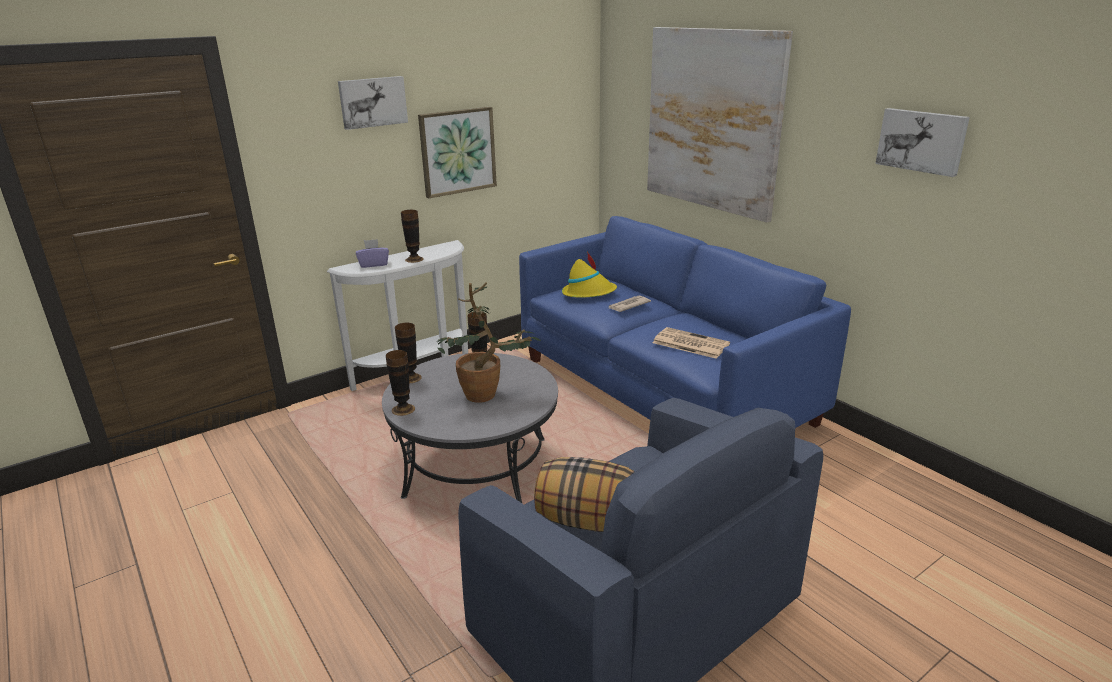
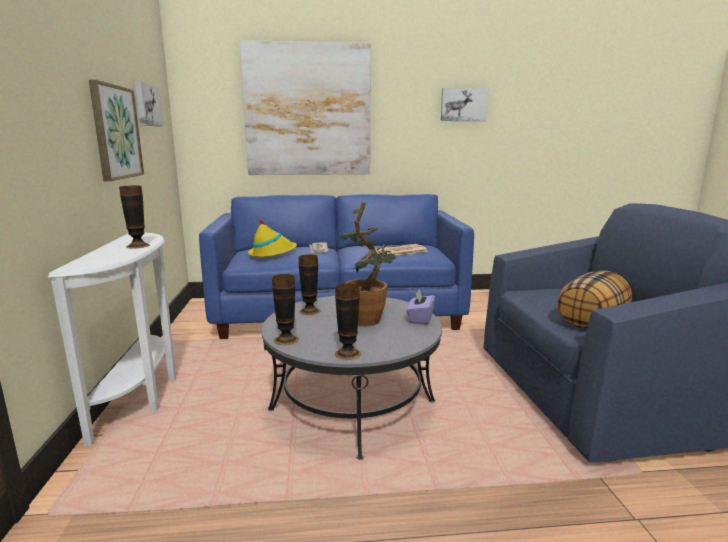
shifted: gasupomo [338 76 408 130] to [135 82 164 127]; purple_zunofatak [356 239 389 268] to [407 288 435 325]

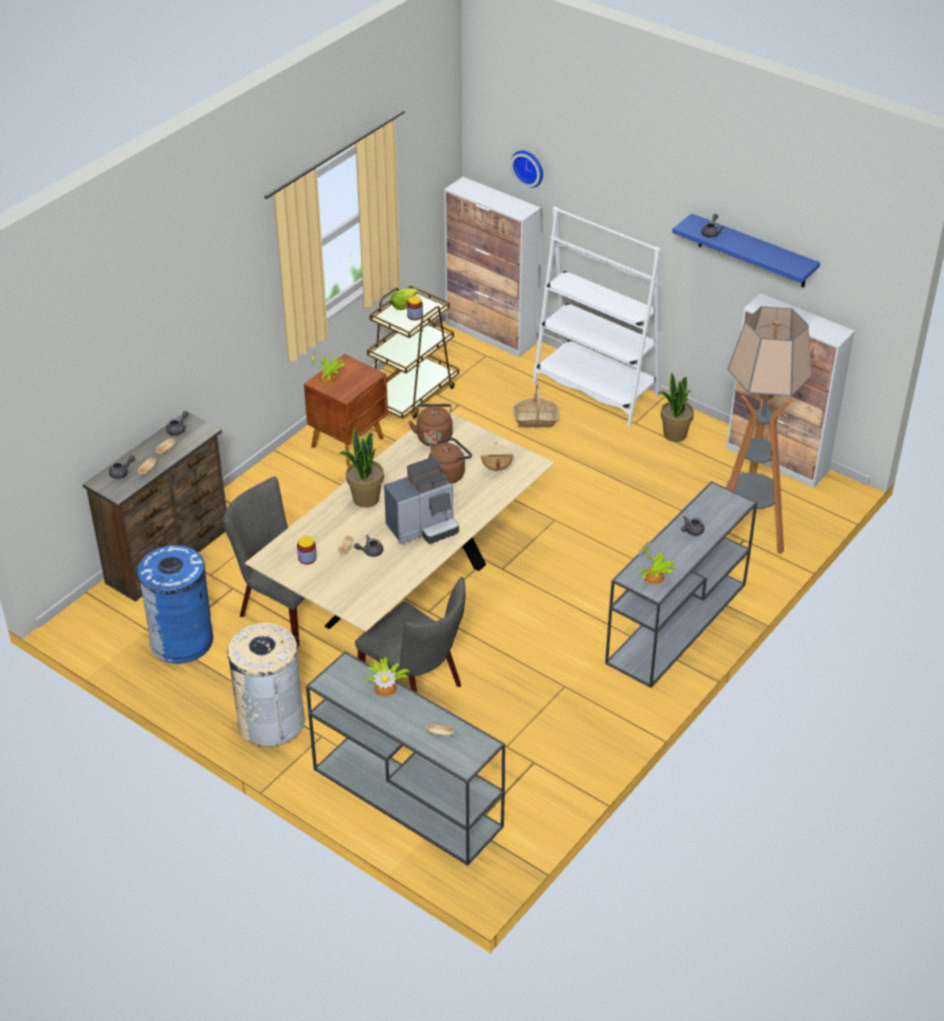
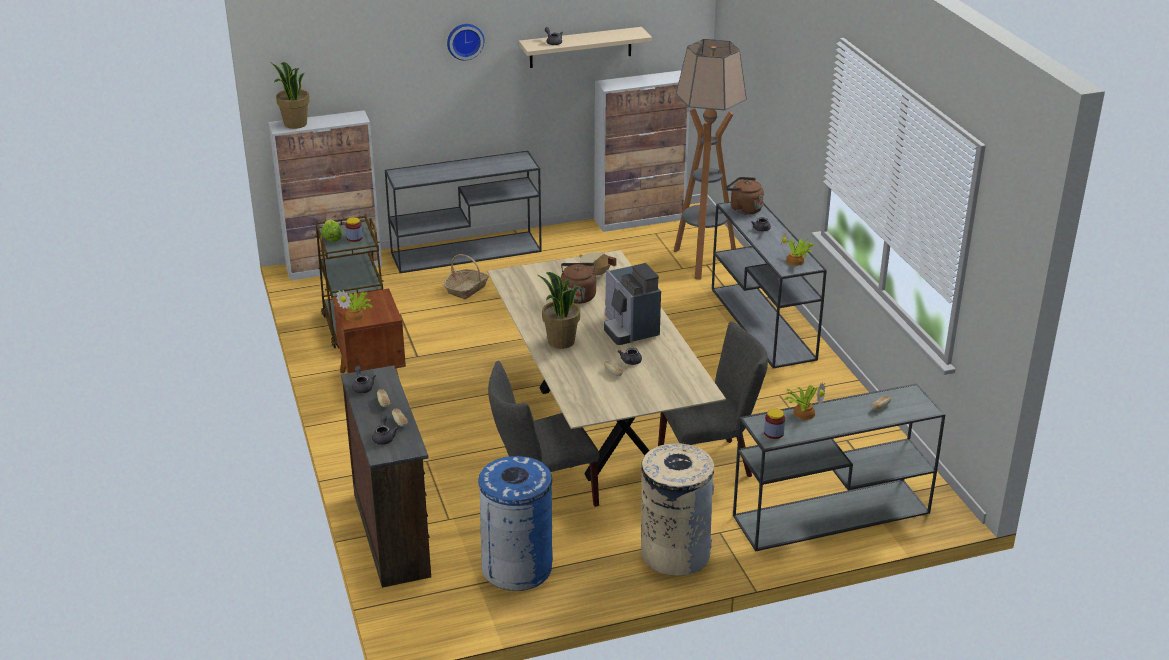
shifted: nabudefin [657 372 694 442] to [270 62 310 129]; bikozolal [510 150 543 188] to [447 24 484 60]; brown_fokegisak [408 404 452 447] to [726 177 764 215]; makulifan [297 536 317 564] to [764 408 785 439]
swapped: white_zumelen [533 206 661 426] to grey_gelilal [385 151 542 273]
repainted: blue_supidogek [672 213 820 287] to beige_supidogek [519 27 652 68]
rotated: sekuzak [384 457 459 544] = [604 263 661 345] 150 degrees clockwise

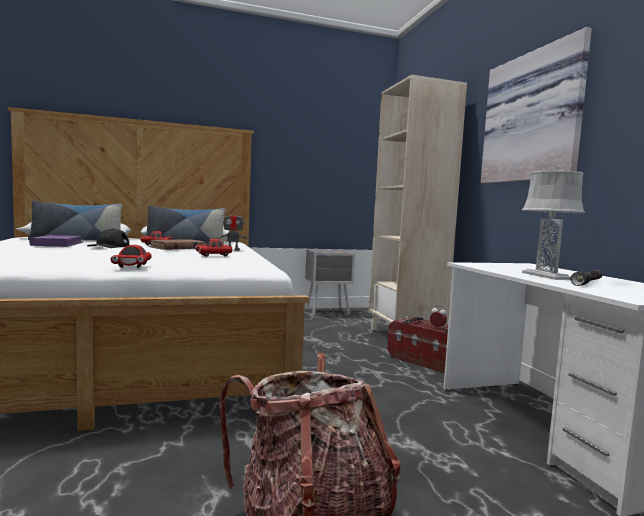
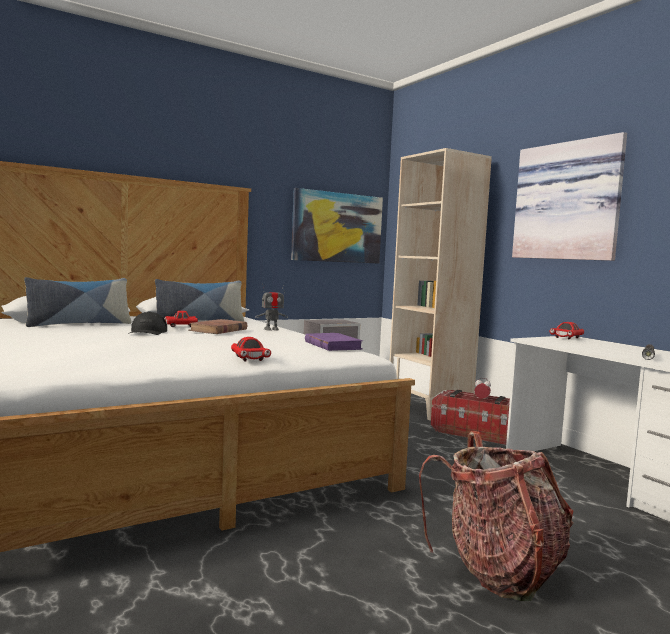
gone: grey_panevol [522 165 585 280]
new: gasupomo [291 188 383 264]
shifted: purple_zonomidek [29 235 83 247] to [305 333 363 351]; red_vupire [195 239 232 256] to [549 322 584 340]

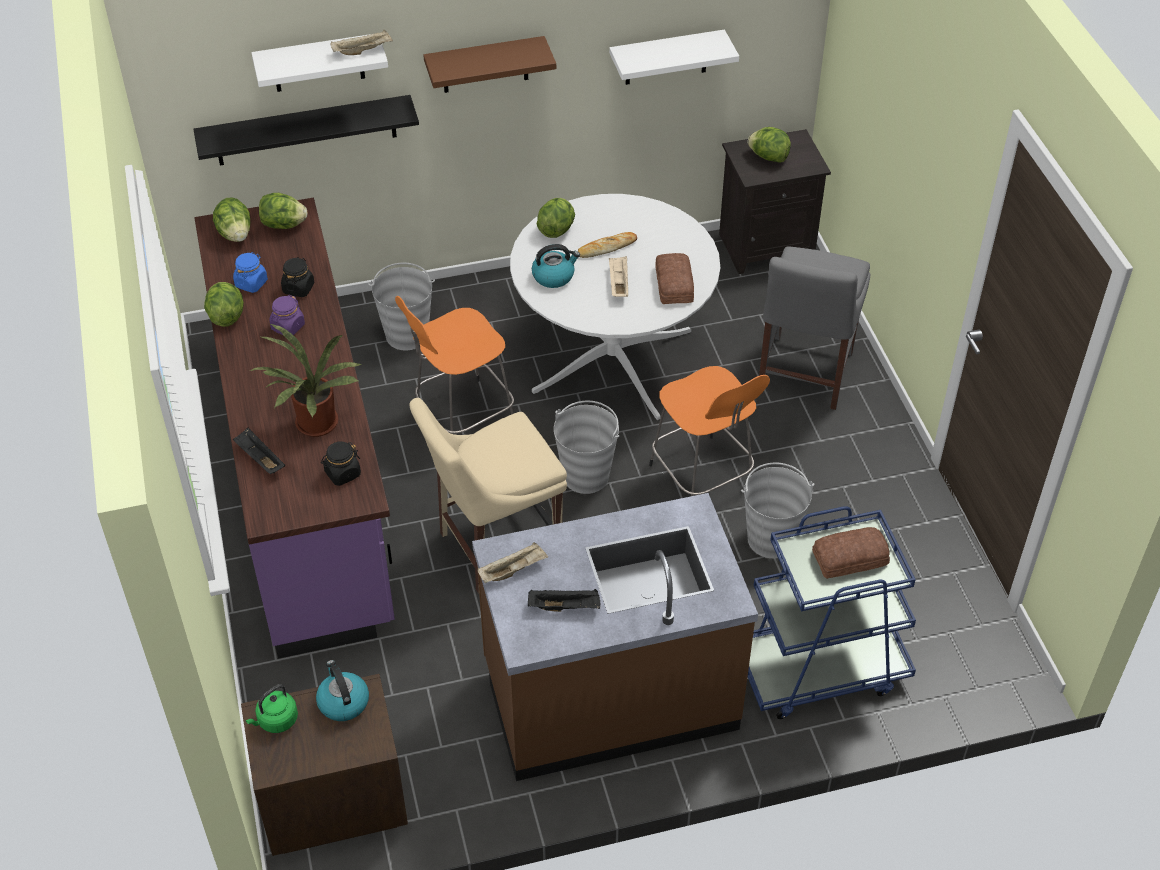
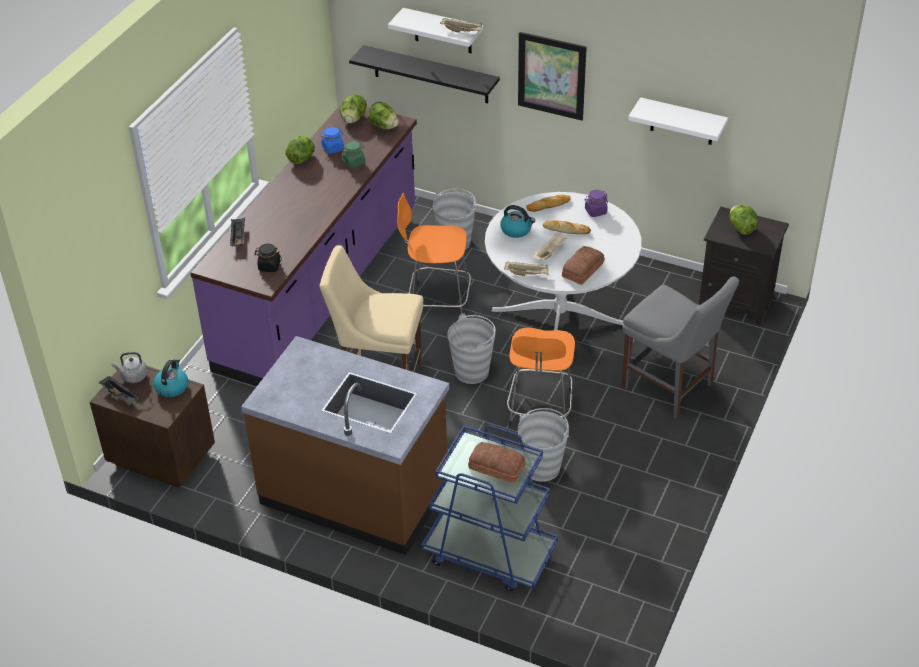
gone: nabudefin [250 324 361 437]
shifted: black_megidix [528 589 600 612] to [99 376 139 405]; beige_megidix [478 542 548 583] to [504 261 549 276]; purple_makulifan [270 295 305 336] to [584 190 608 217]
swapped: brown_supidogek [423 36 556 93] to gasupomo [518 32 587 121]; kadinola [537 198 575 238] to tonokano [526 195 570 212]
repainted: green_fokegisak [246 684 298 733] to grey_fokegisak [111 352 147 383]; black_makulifan [281 257 315 297] to green_makulifan [342 141 365 168]
rotated: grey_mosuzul [759 246 870 410] = [622 276 739 419] 105 degrees counterclockwise

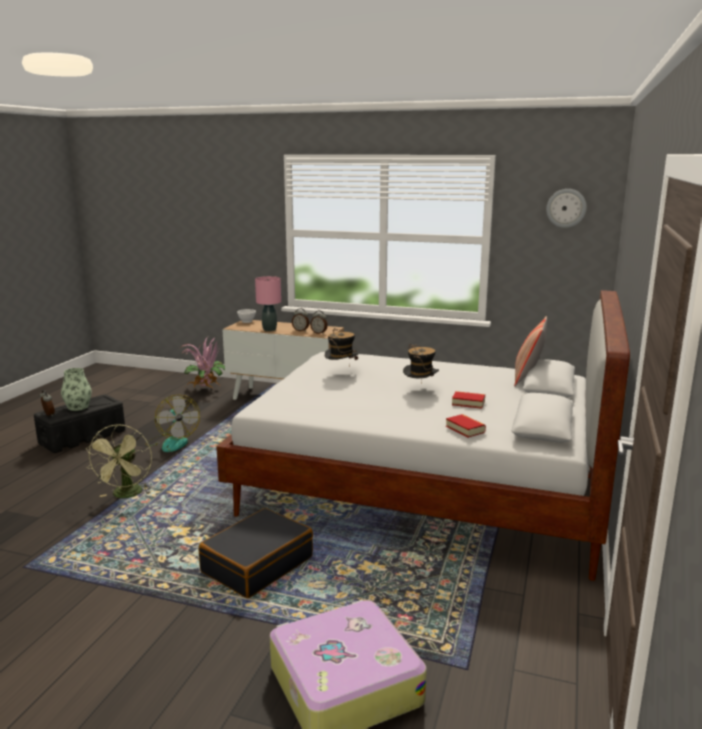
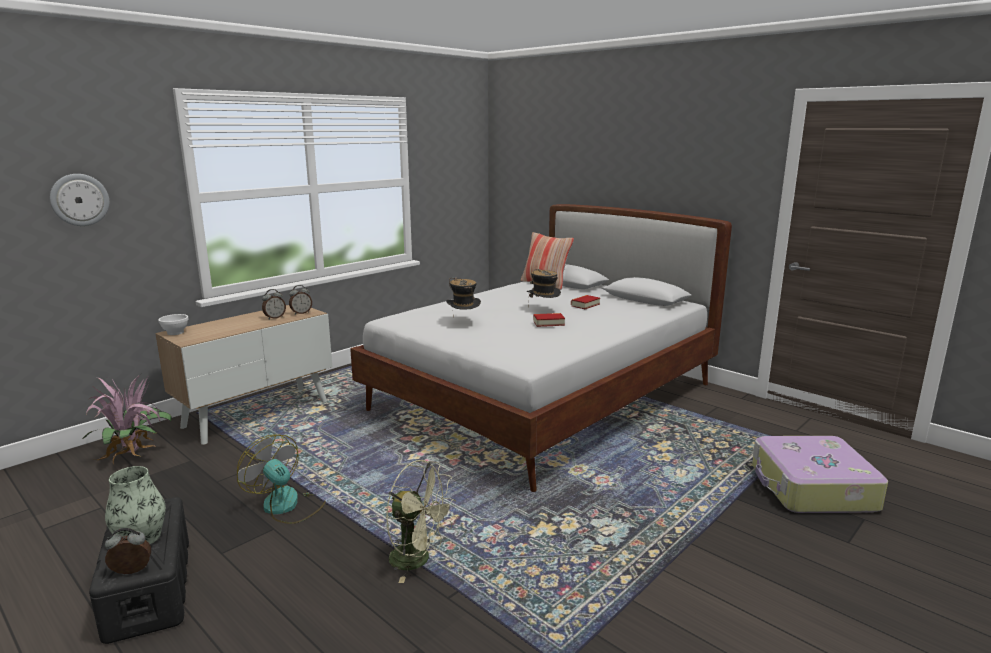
gone: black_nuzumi [199 508 313 598]; pink_panevol [255 276 281 331]
shifted: bikozolal [546 189 587 228] to [50 174 109 226]; zonomidek [446 414 486 438] to [533 313 565 327]
rotated: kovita [145 395 200 452] = [237 434 326 524] 135 degrees counterclockwise

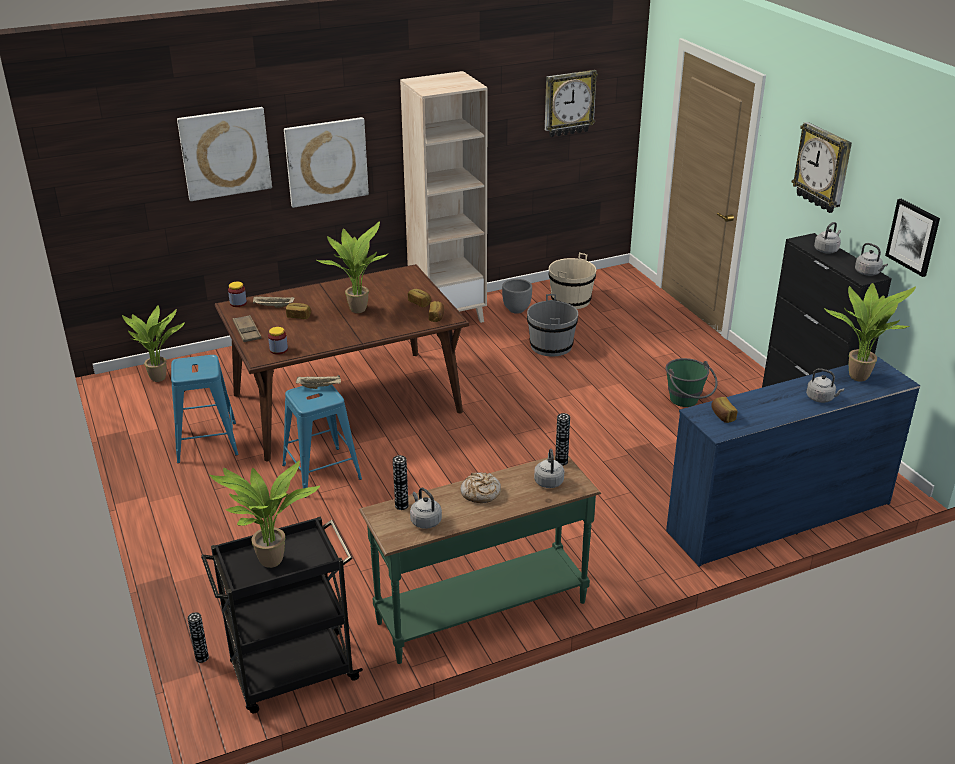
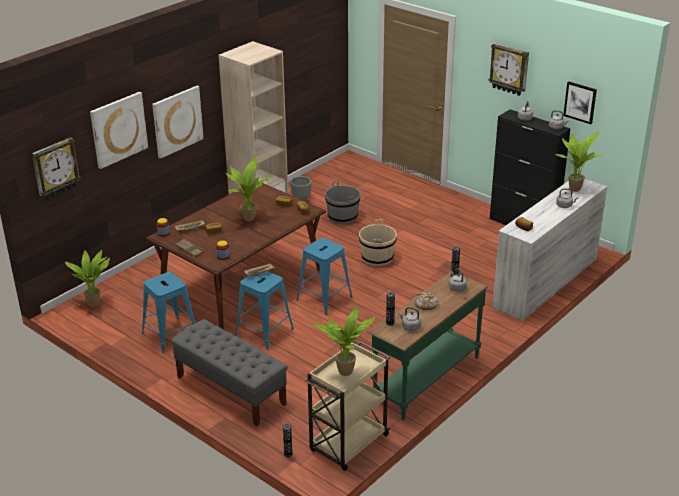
gone: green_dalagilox [665 358 718 407]
new: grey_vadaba [171 319 288 426]; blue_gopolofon [296 238 352 315]
shifted: bikozolal [545 70 598 137] to [32 137 81 200]; beige_dalagilox [549 253 596 309] to [359 220 397 266]
repainted: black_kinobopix [201 517 363 714] to beige_kinobopix [305 341 390 471]; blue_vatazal [666 357 920 567] to white_vatazal [492 179 607 321]

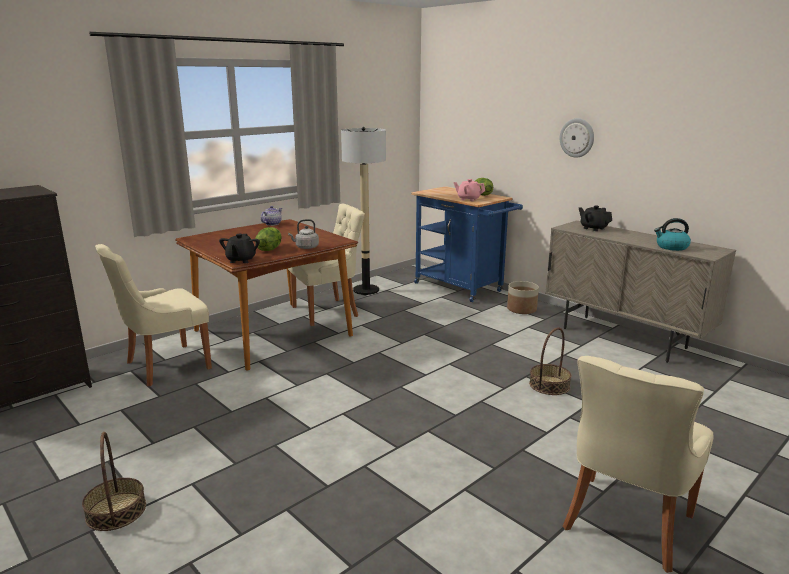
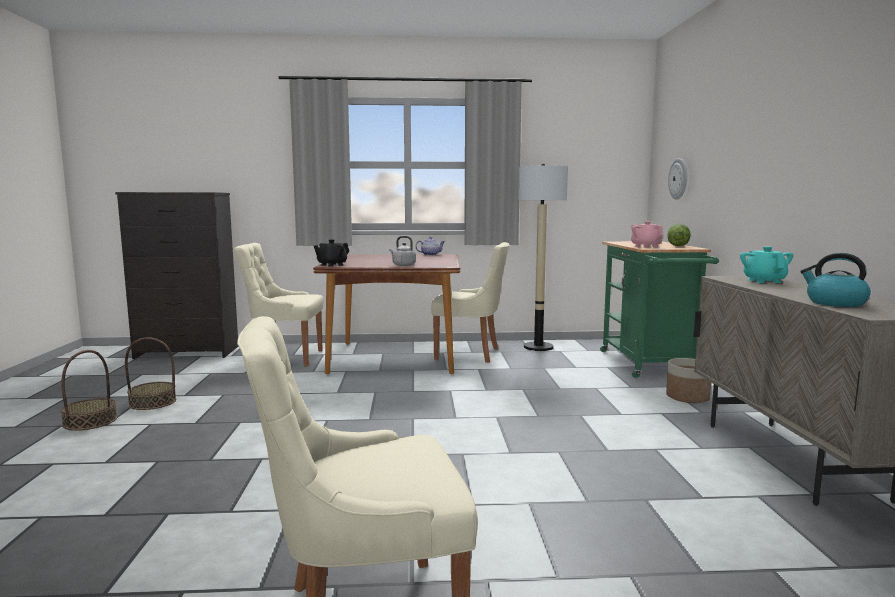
gone: kadinola [255 227 282 251]
shifted: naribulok [529 327 571 395] to [125 337 176 410]; bikozolal [560 118 594 158] to [668 158 687 200]
repainted: blue_kinobopix [411 186 523 302] to green_kinobopix [600 241 719 378]; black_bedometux [579 206 612 231] to turquoise_bedometux [740 246 793 283]

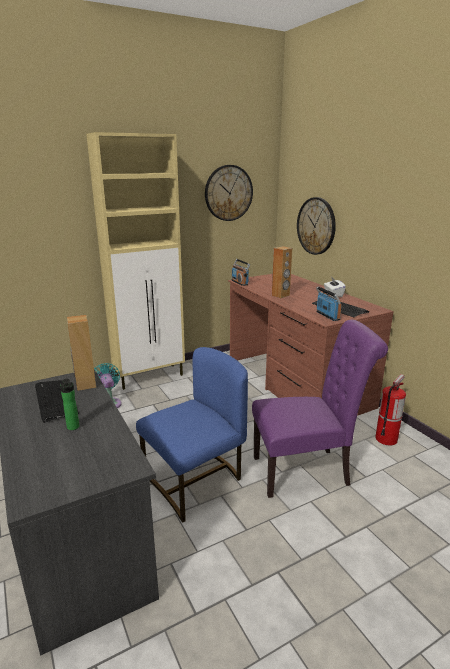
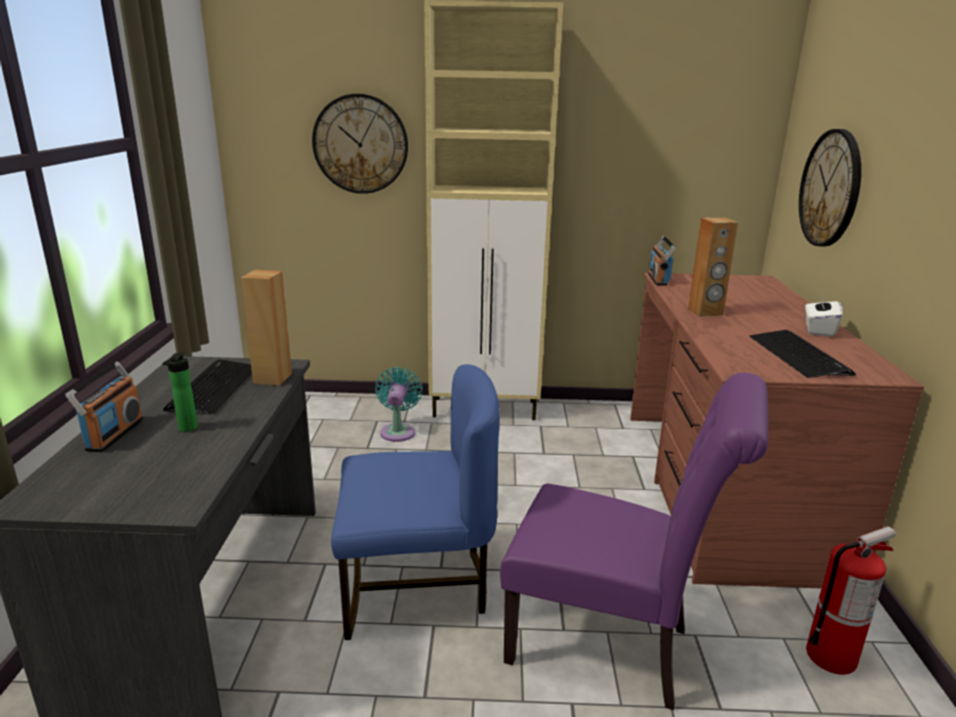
shifted: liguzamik [316 286 342 321] to [65 362 144 452]; bikozolal [205 165 253 221] to [312 94 408 194]

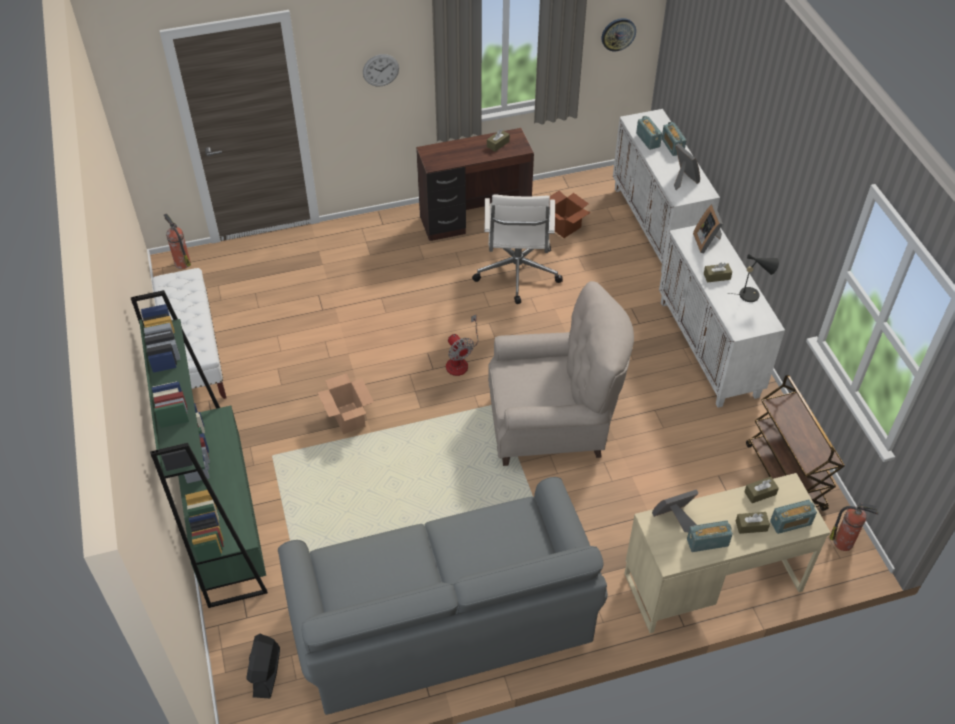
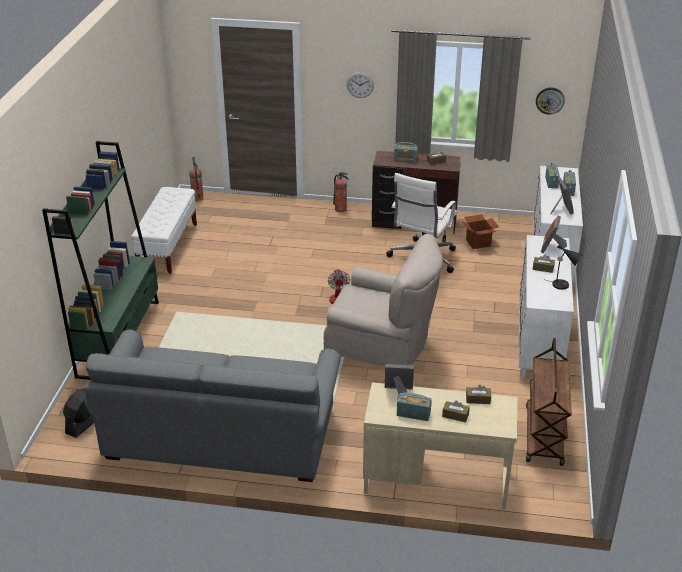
gone: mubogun [318 373 374 434]
shifted: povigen [829 503 879 551] to [333 172 349 212]; liguzamik [770 500 817 534] to [394 142 418 162]

